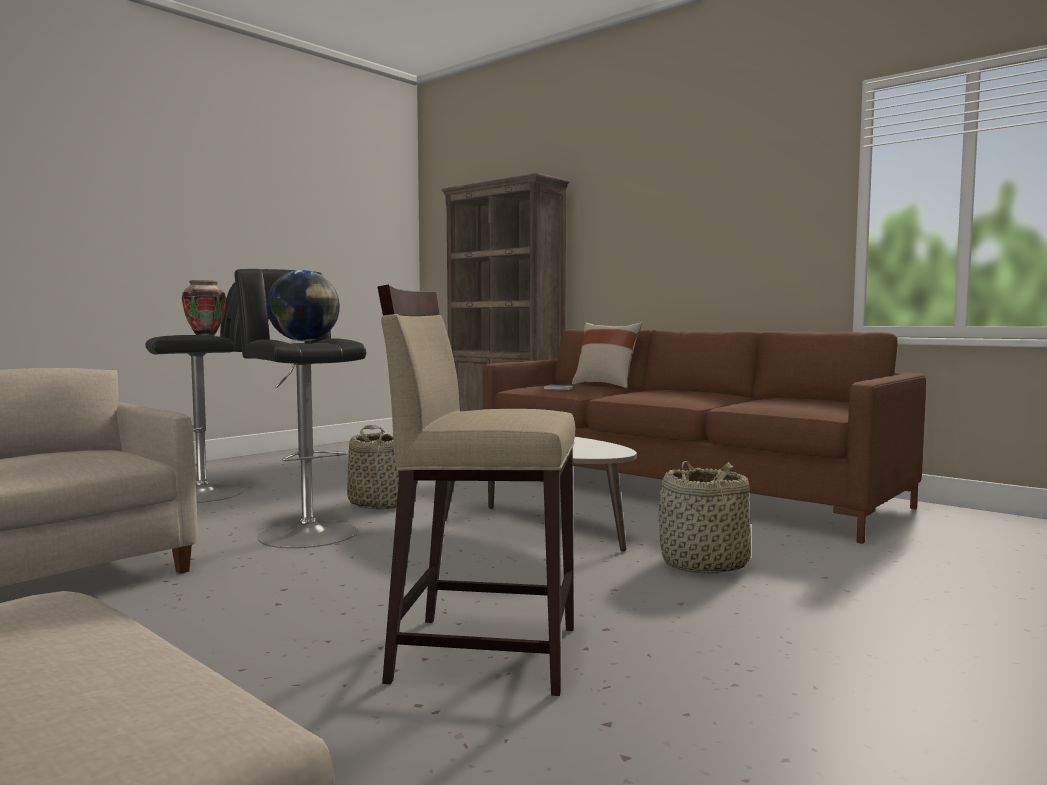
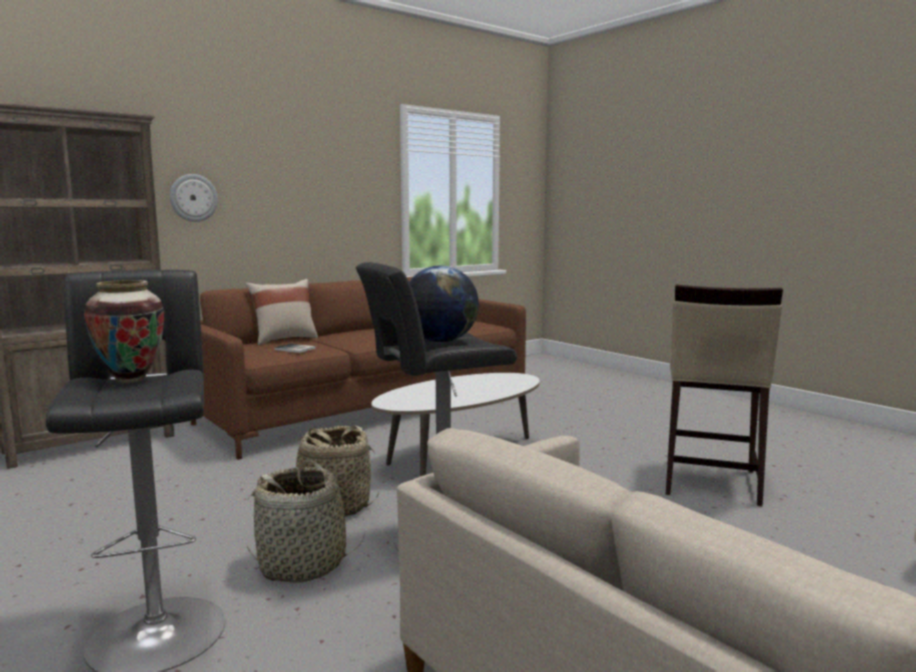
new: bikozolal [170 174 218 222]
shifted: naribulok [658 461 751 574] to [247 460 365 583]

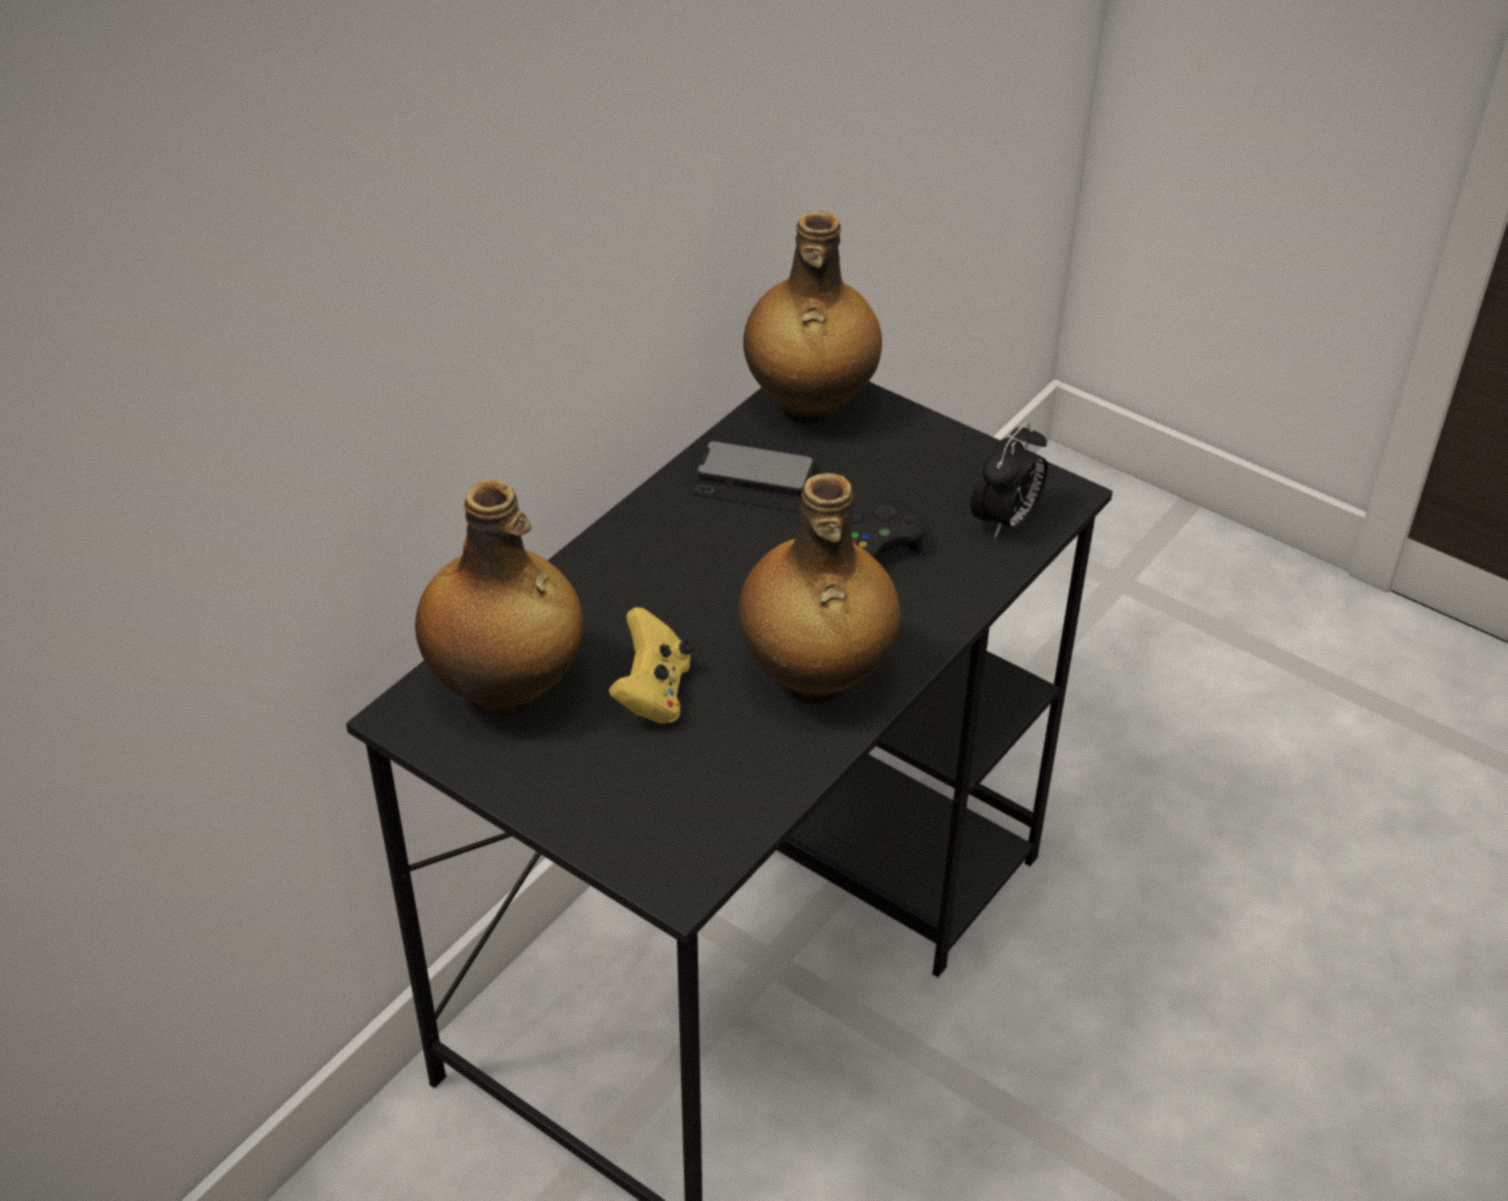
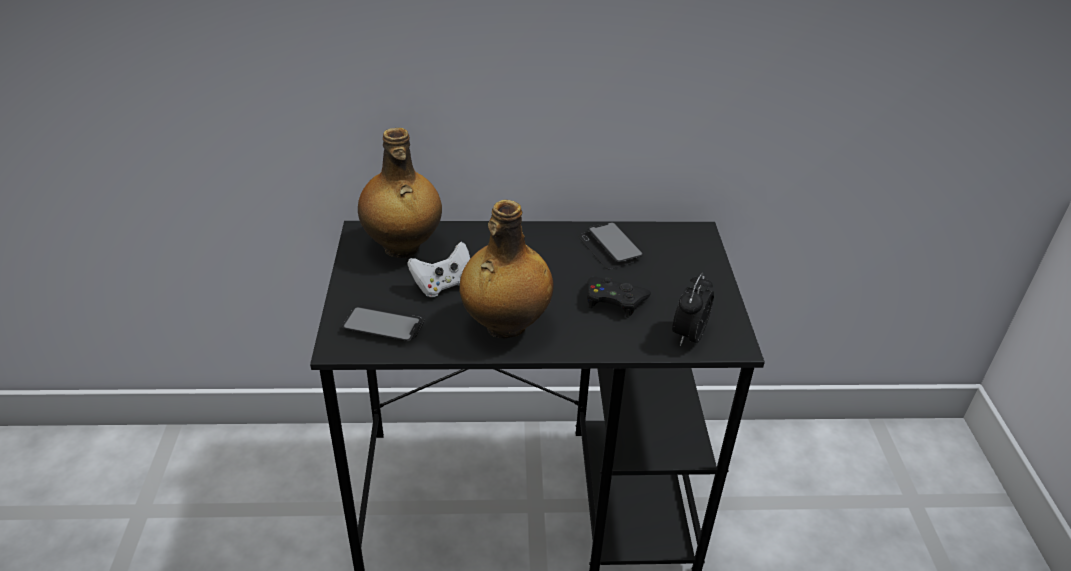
gone: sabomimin [743 211 882 424]
new: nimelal [342 304 426 341]
repainted: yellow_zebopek [609 607 692 724] to white_zebopek [407 242 470 297]
rotated: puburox [971 422 1048 539] = [672 273 714 346] 120 degrees clockwise

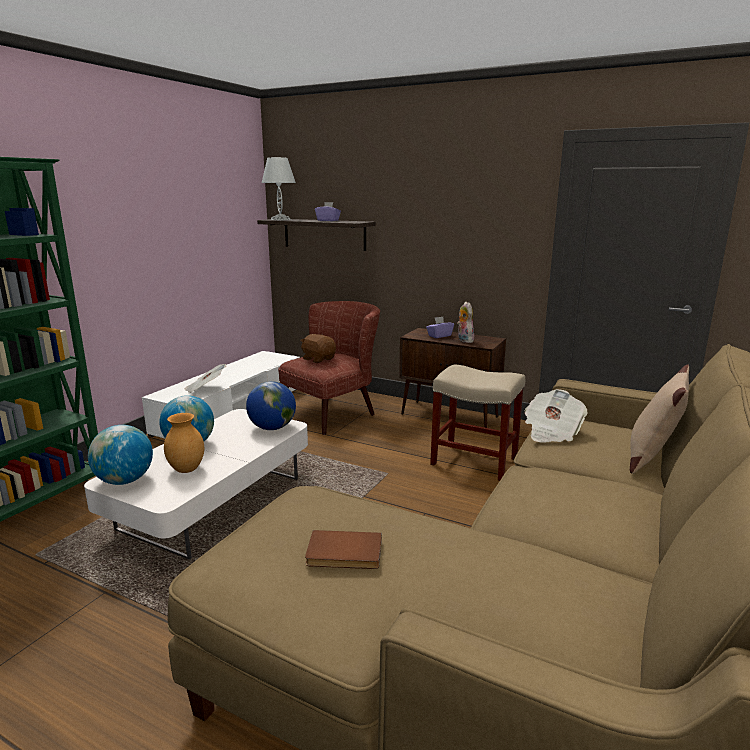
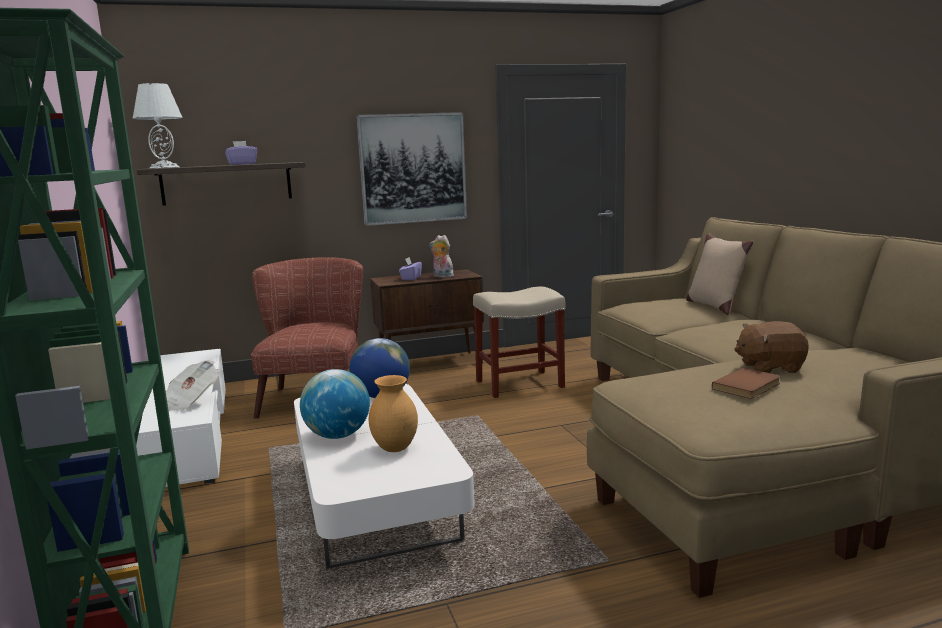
gone: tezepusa [88 425 153 485]; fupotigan [524 389 588 443]
new: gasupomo [356 112 467 226]
shifted: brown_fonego [300 334 336 363] to [734 321 809 373]

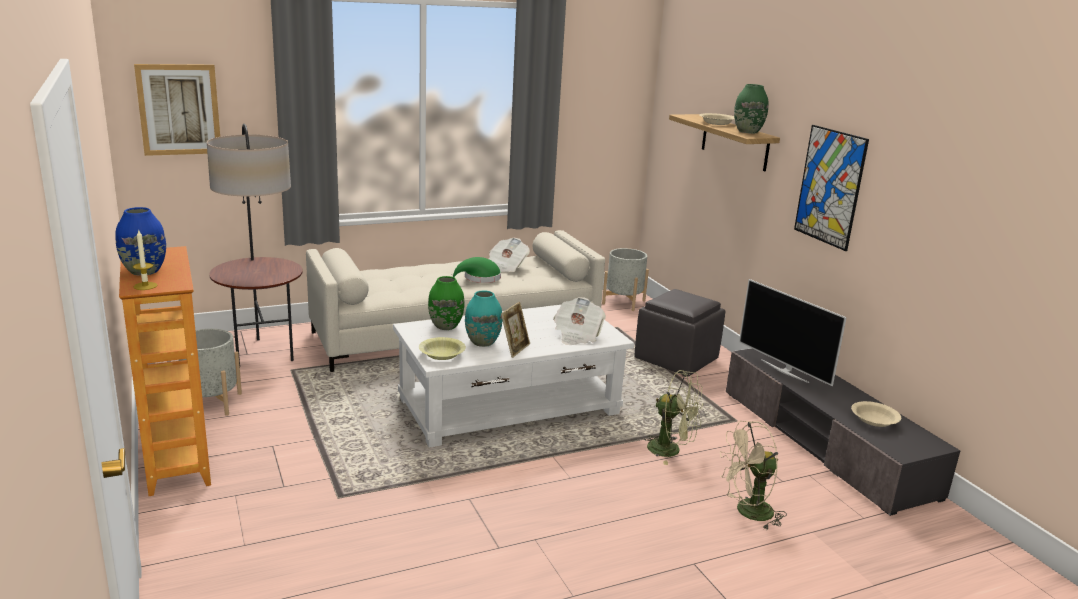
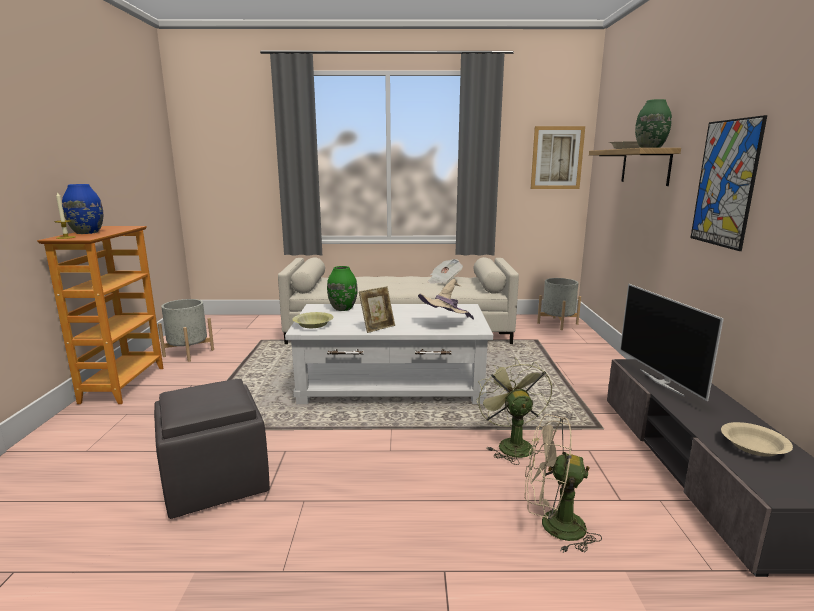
gone: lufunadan [207 124 303 365]; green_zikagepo [453 257 501 283]; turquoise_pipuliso [465 291 502 347]
shifted: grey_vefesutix [634 289 725 377] to [154 379 270 519]; gasupomo [134 64 220 156] to [531 126 585 189]
swapped: fupotigan [553 297 606 345] to beige_zikagepo [418 278 474 320]
rotated: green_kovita [643 370 703 465] = [476 357 552 465] 150 degrees counterclockwise

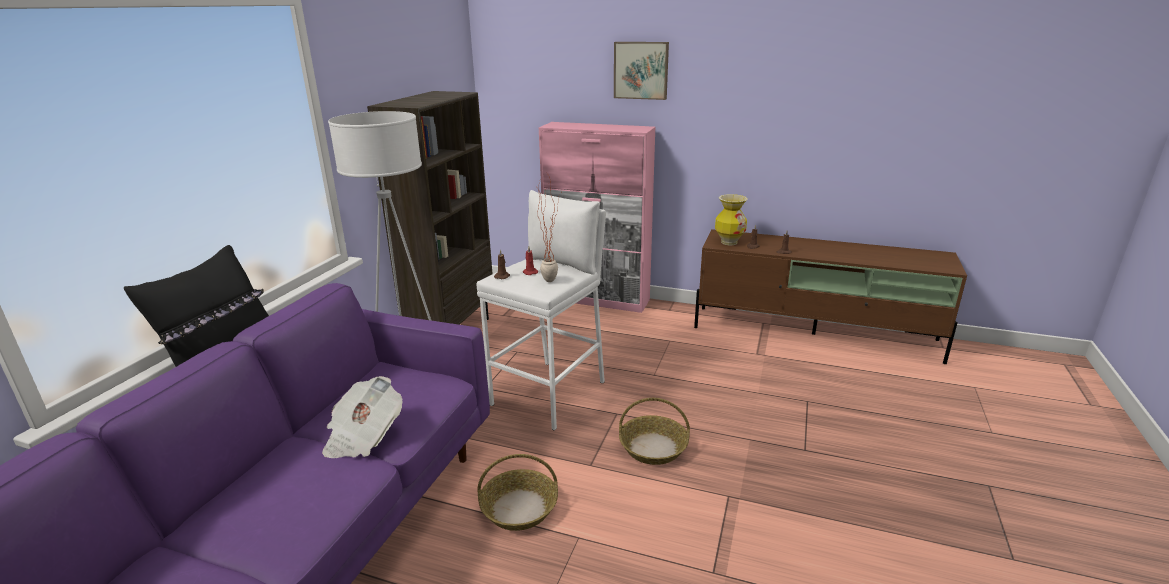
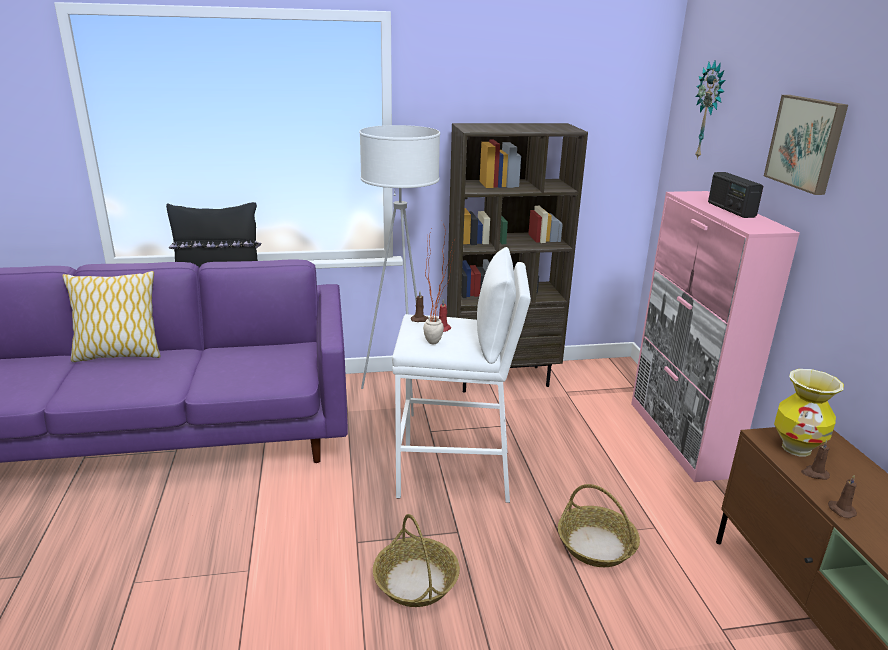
gone: fupotigan [322 376 402 458]
new: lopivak [62 271 161 362]; bikozolal [695 60 725 159]; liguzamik [708 172 763 218]
shifted: naribulok [477 454 558 531] to [558 484 640 567]

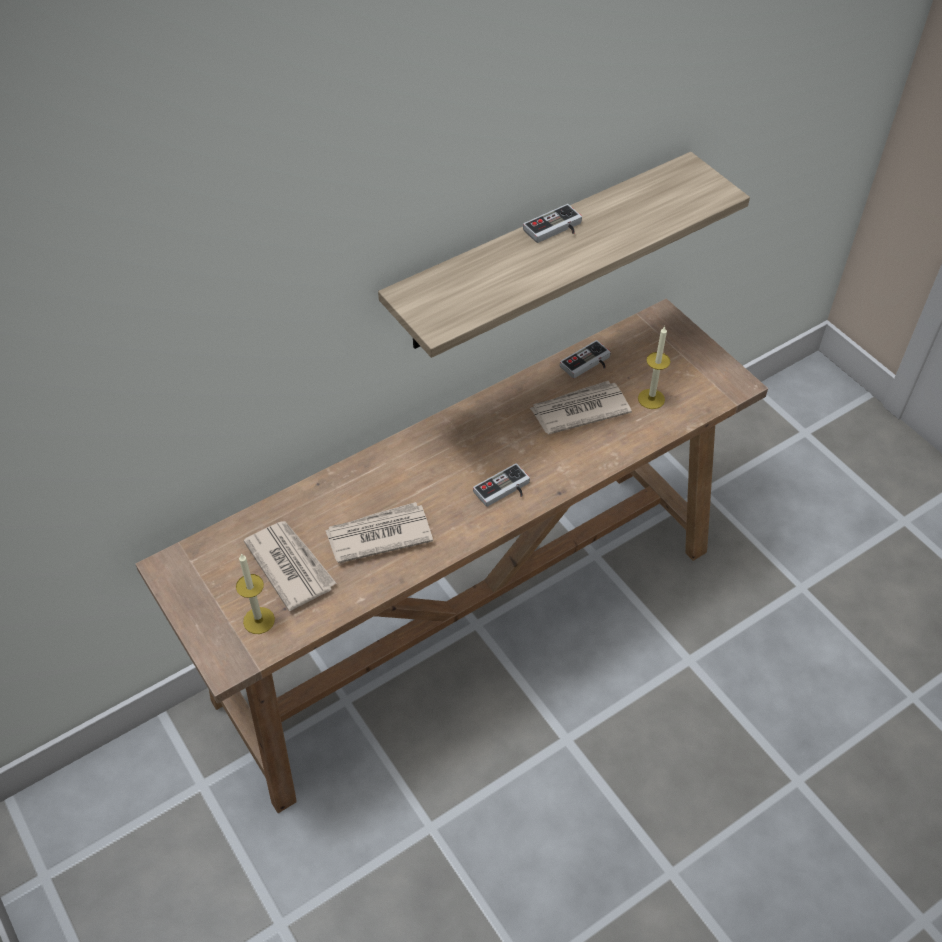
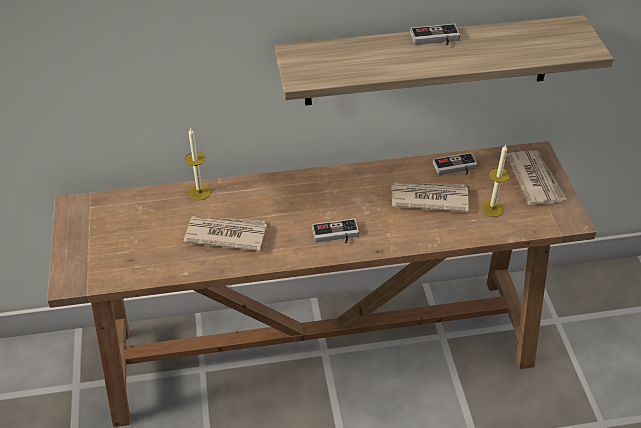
shifted: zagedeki [236 553 275 634] to [185 127 211 200]; fupotigan [244 521 337 611] to [507 151 566 205]

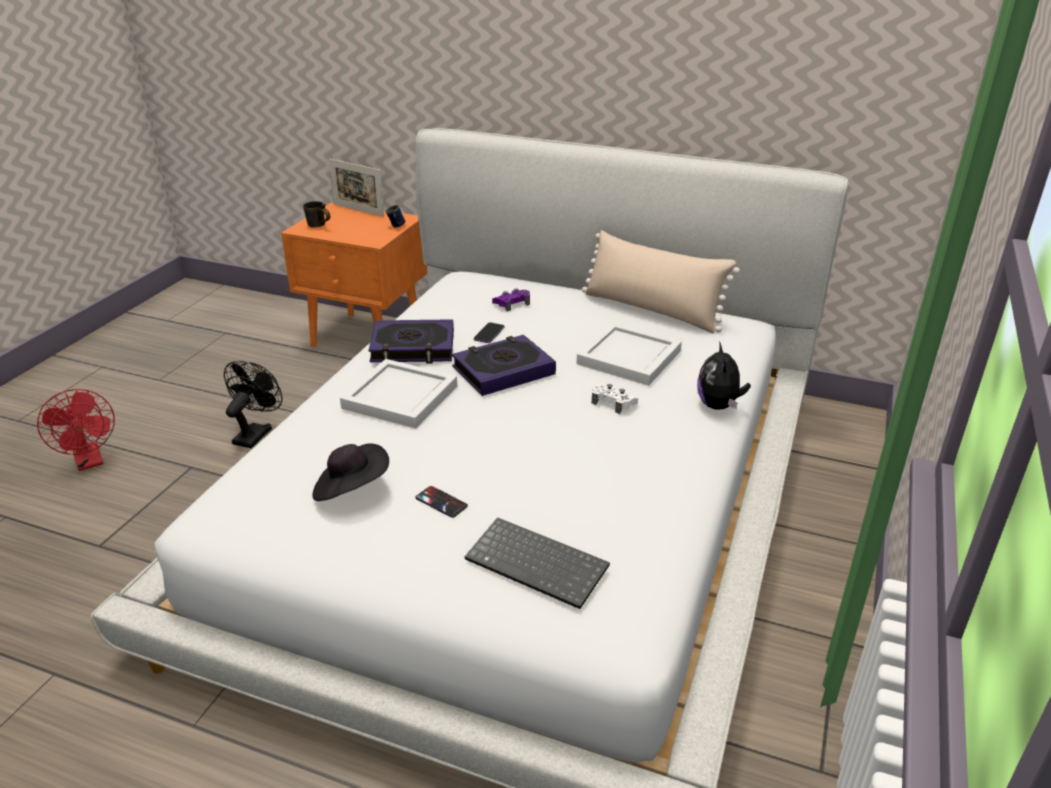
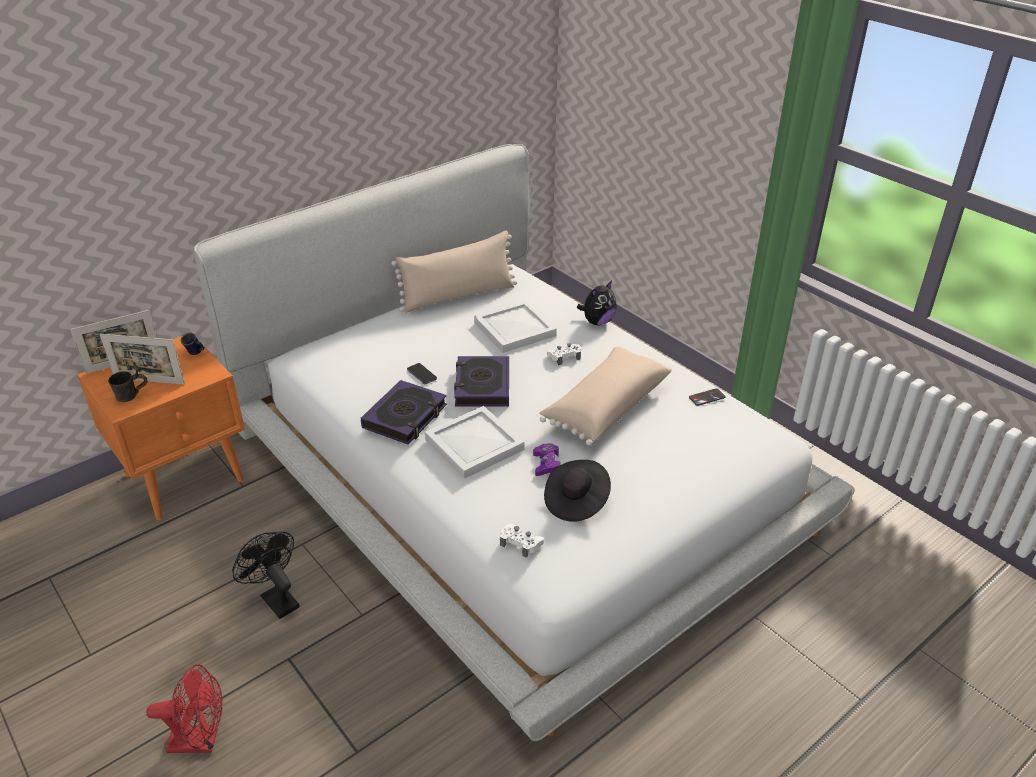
gone: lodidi [465 517 610 609]
new: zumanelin [100 334 185 385]; white_zebopek [500 524 544 558]; beige_lopivak [539 347 672 446]
shifted: purple_zebopek [492 288 530 311] to [533 443 561 476]; nimelal [416 486 468 518] to [689 388 726 406]
rotated: fonego [697 341 751 410] = [577 281 617 325] 75 degrees counterclockwise

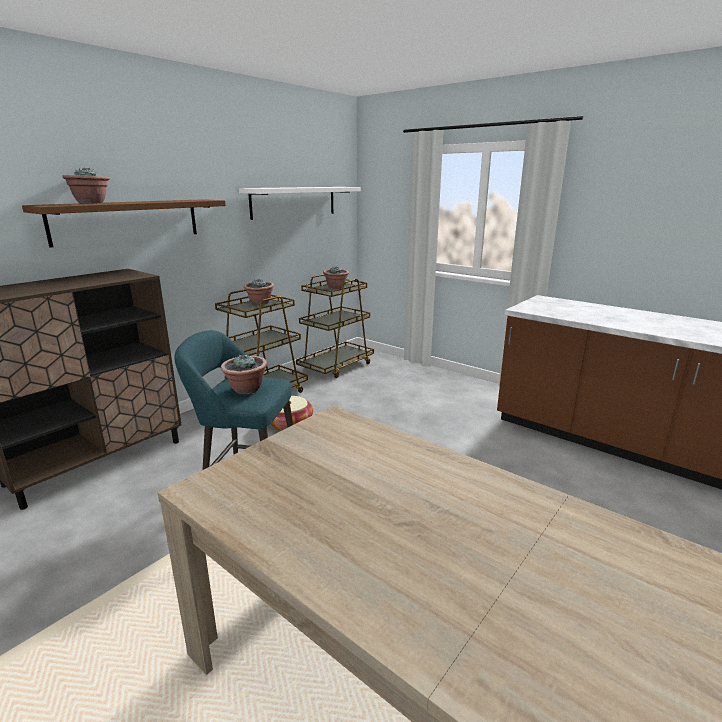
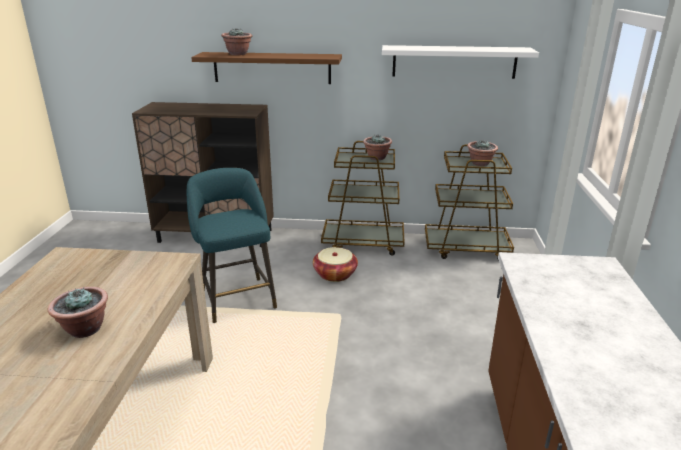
shifted: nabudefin [221 354 267 394] to [48 287 108 338]

